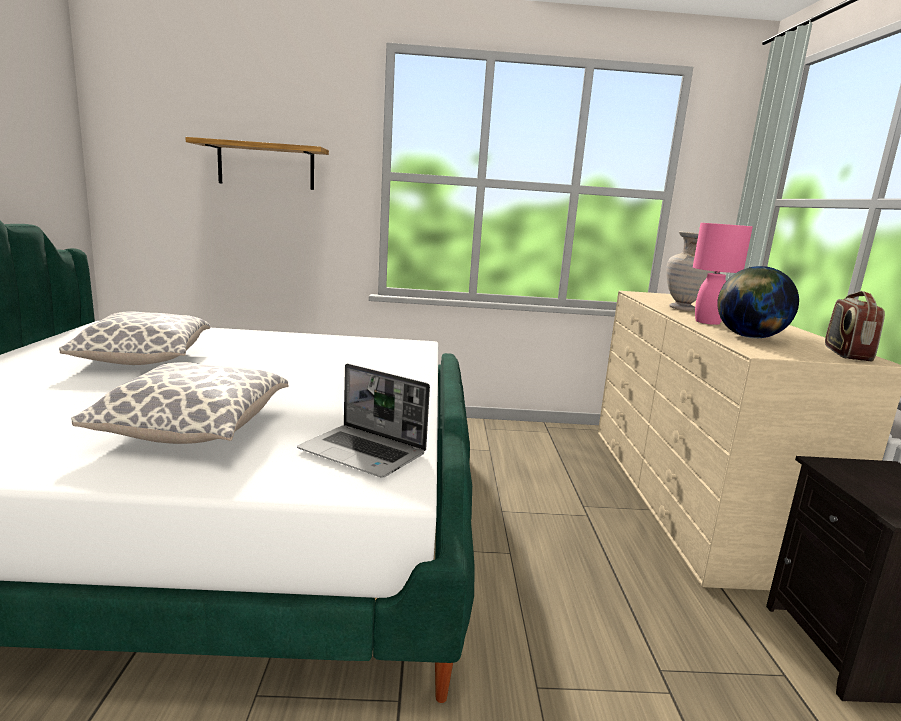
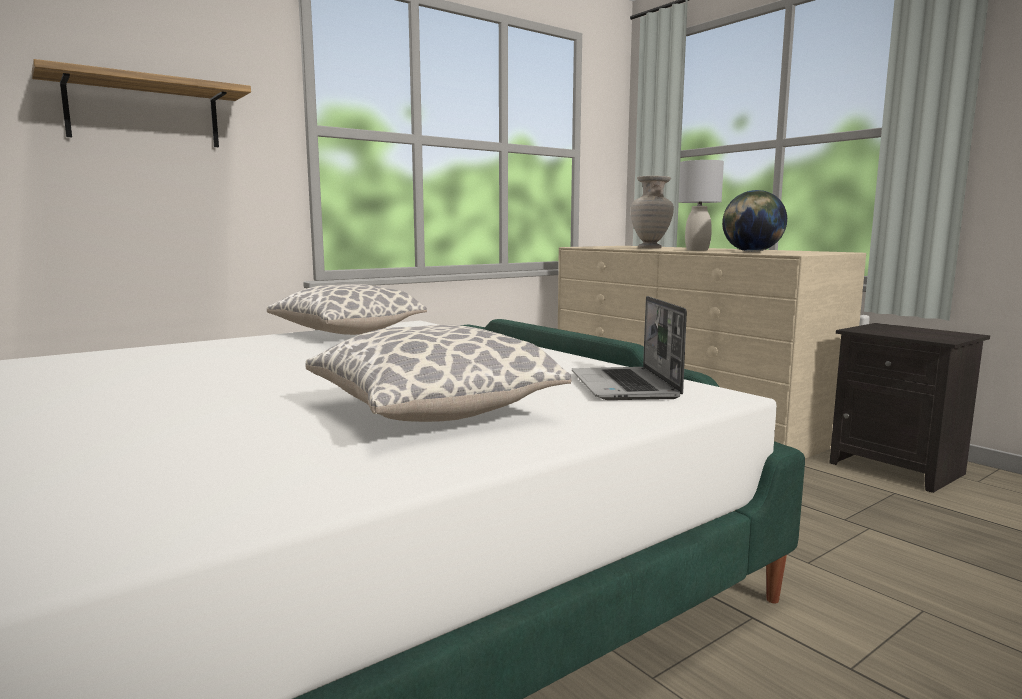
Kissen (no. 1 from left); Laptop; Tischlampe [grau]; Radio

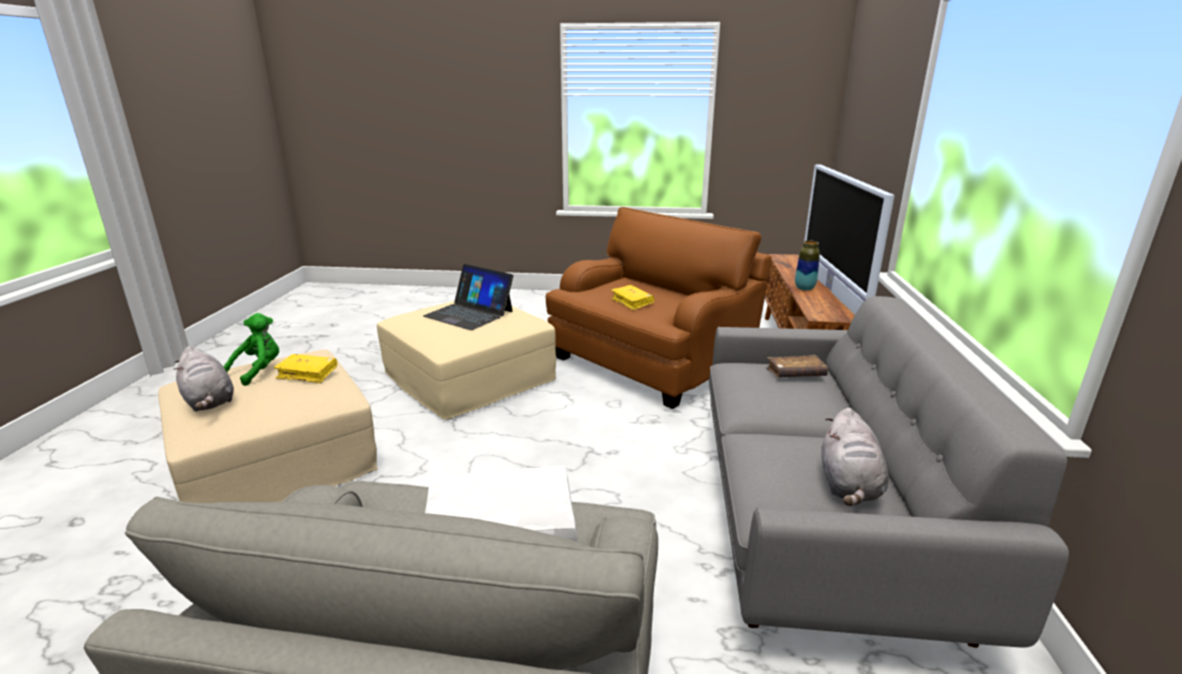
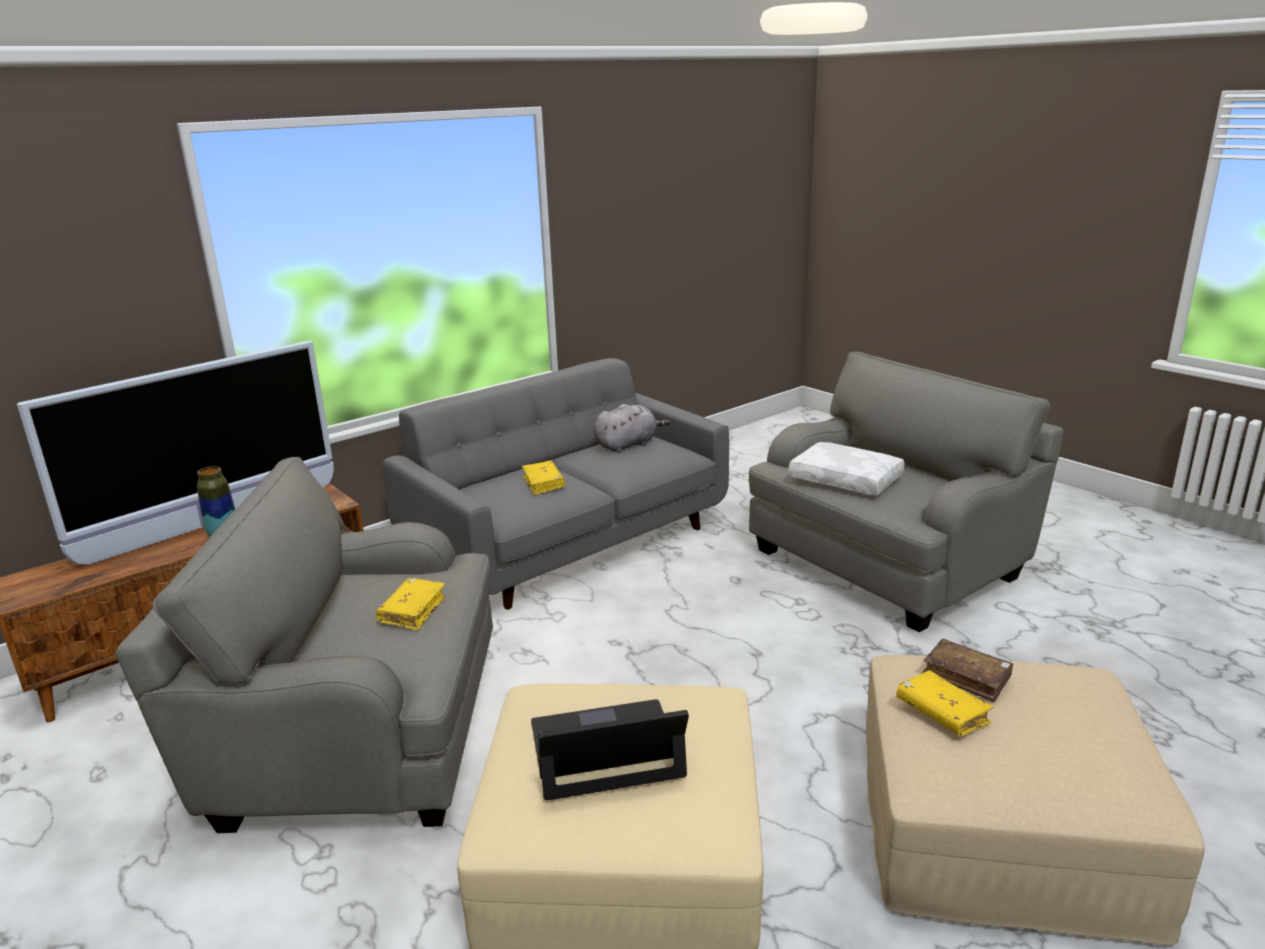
Sessel [grau] (no. 1 from left); Buch [gelb] (no. 2 from left); Laptop; Buch [braun]; Plüschtier [grau] (no. 1 from left in the first image); Plüschtier [grün]

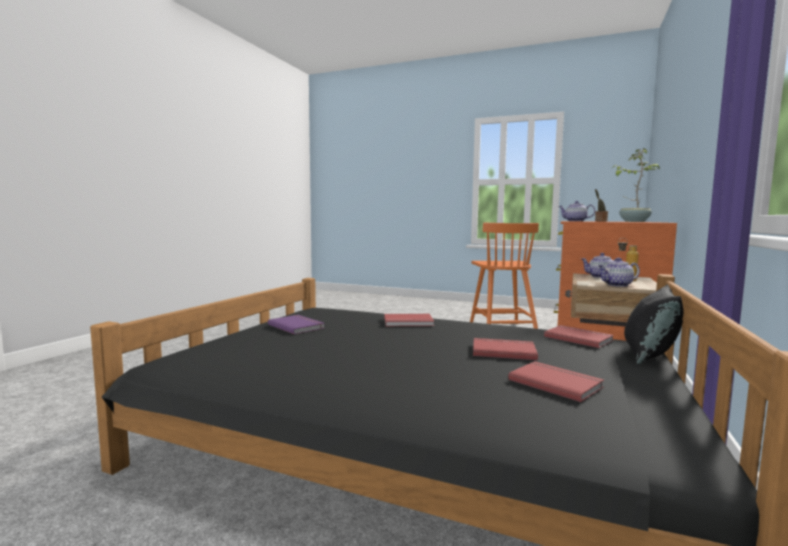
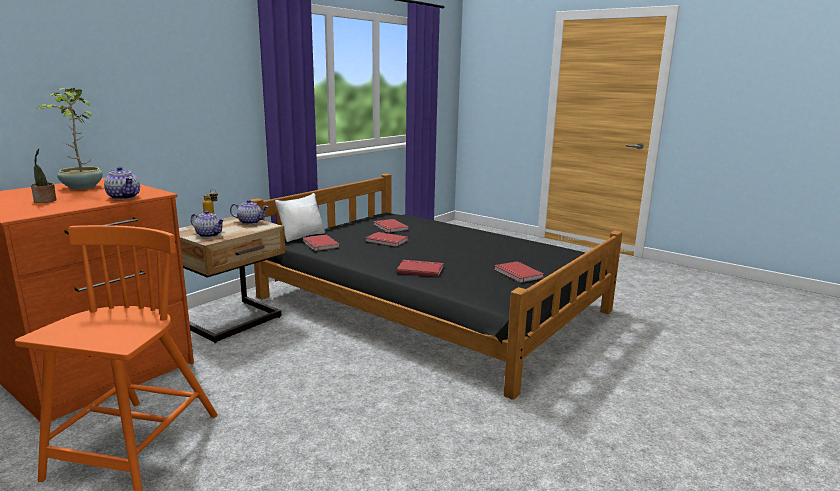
Kissen [weiß]; Buch [rot] (no. 5 from left)

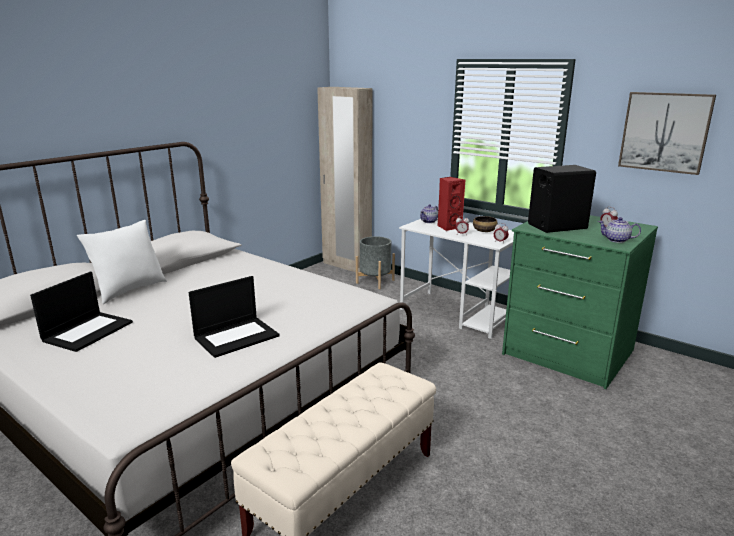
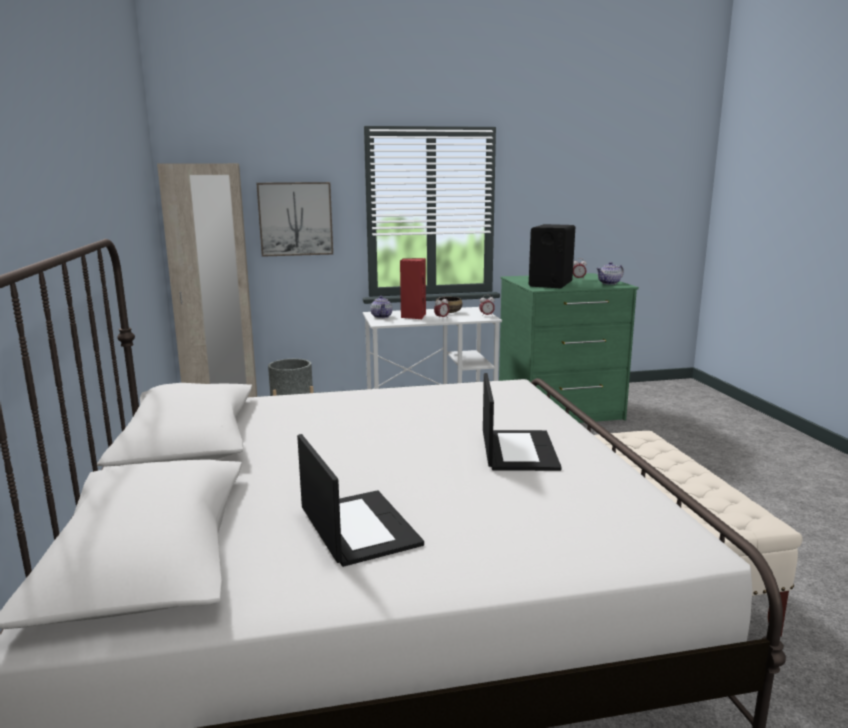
Bild; Kissen [weiß]

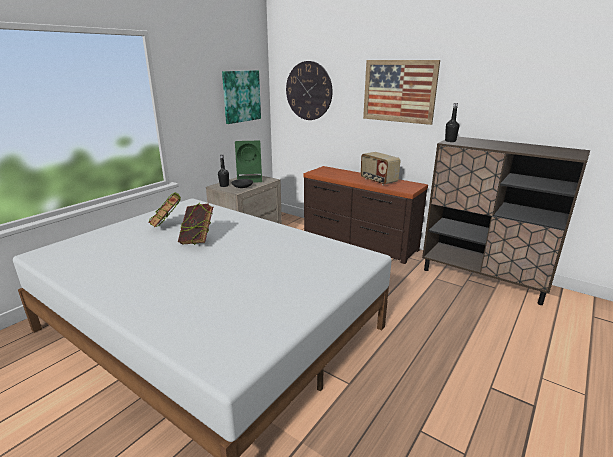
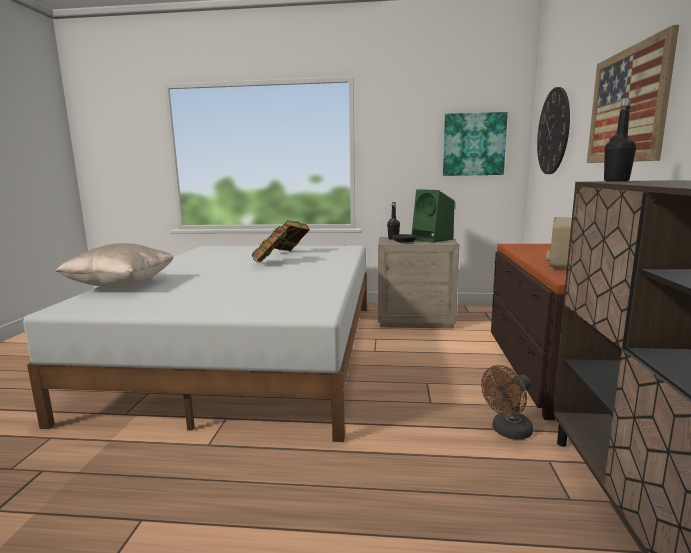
Kissen [beige]; Ventilator [braun]

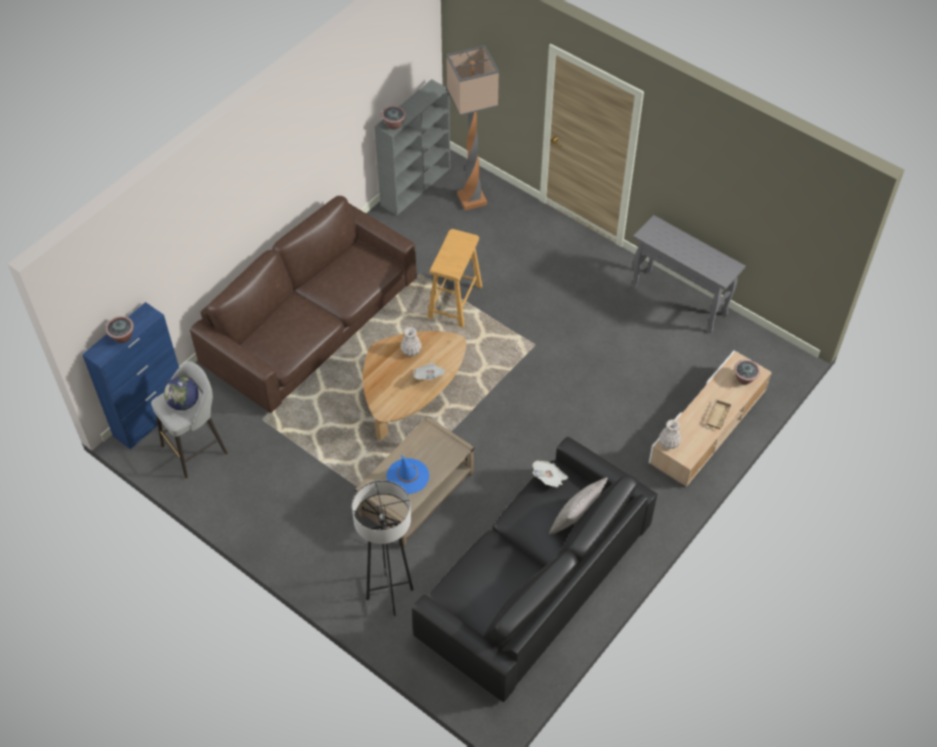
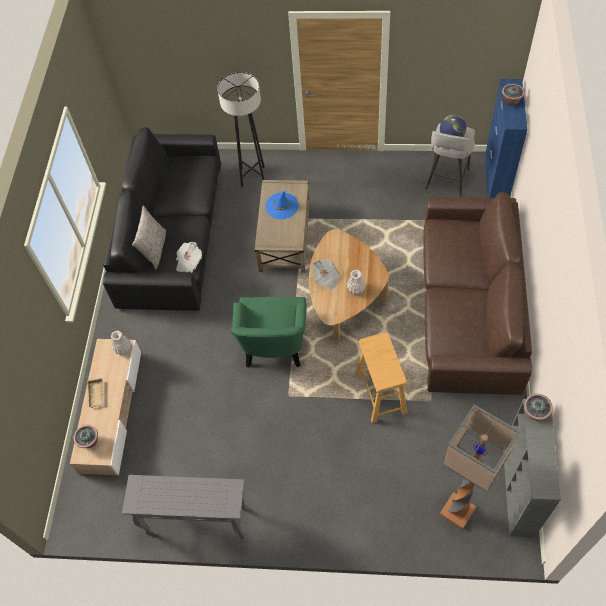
Sessel [grün]

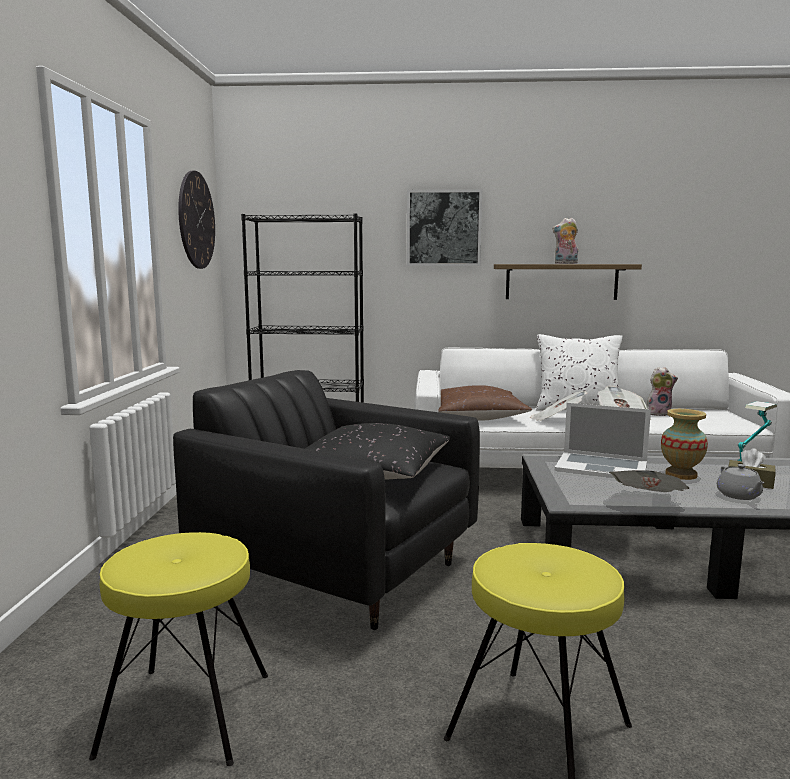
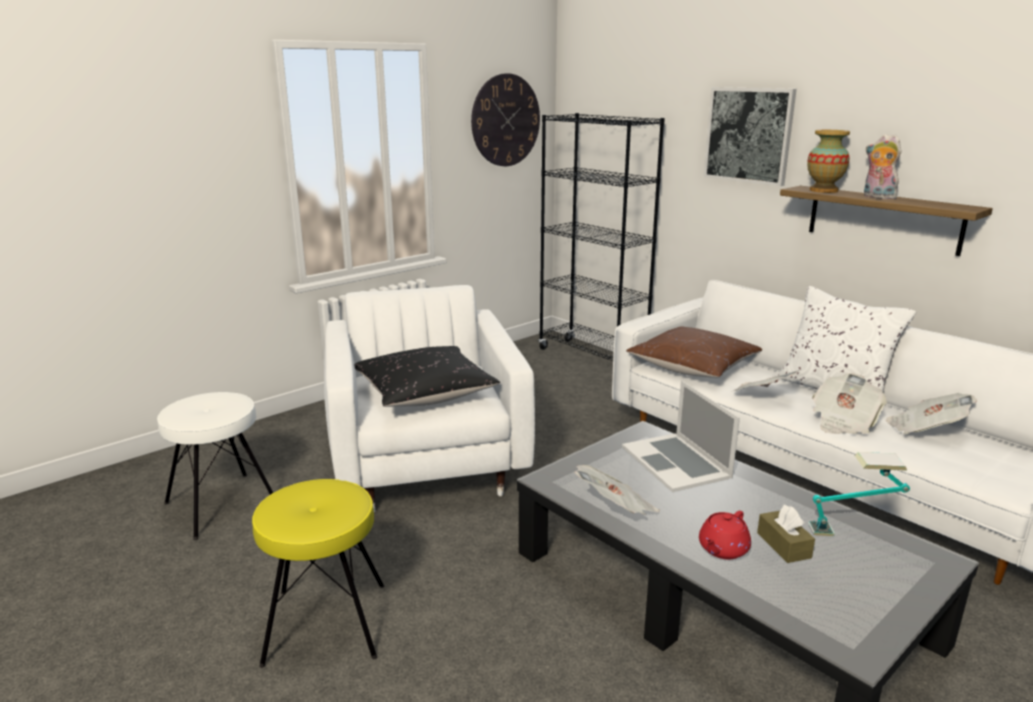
Hocker [weiß]; Sessel [weiß]; Teekanne [rot]; Vase; Zeitung (no. 4 from left)

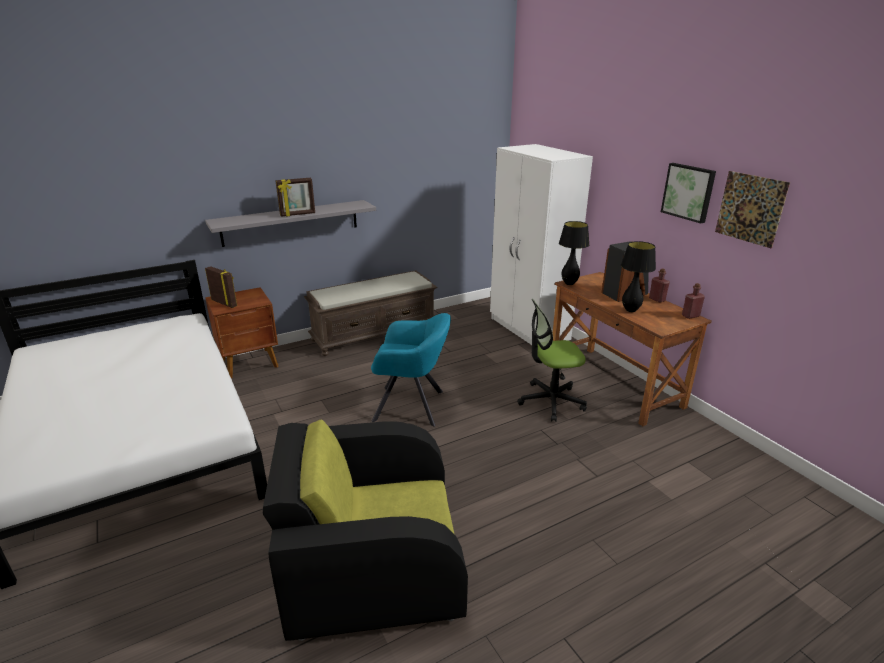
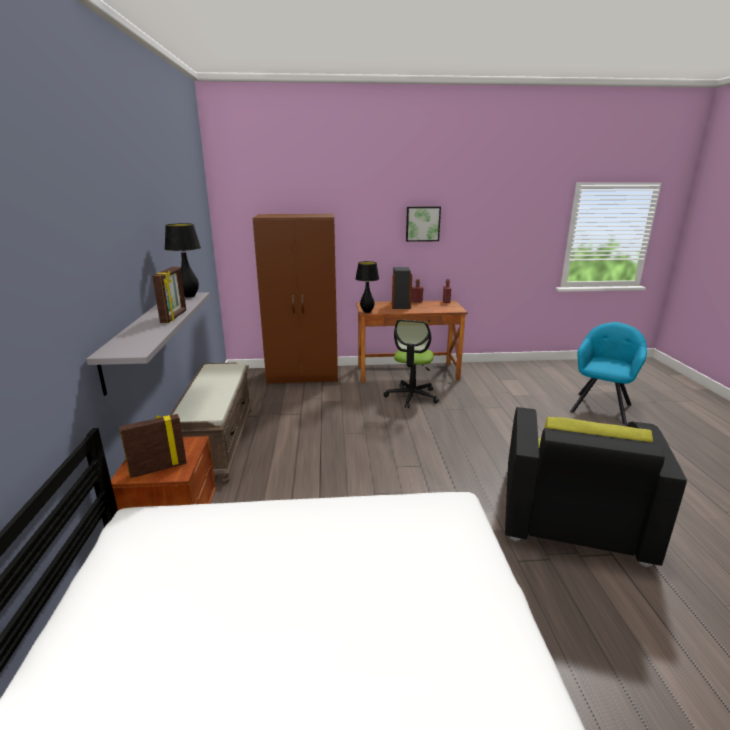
Tischlampe [schwarz] (no. 1 from left); Kleiderschrank [braun]; Sessel [türkis]; Bild (no. 2 from left in the first image)

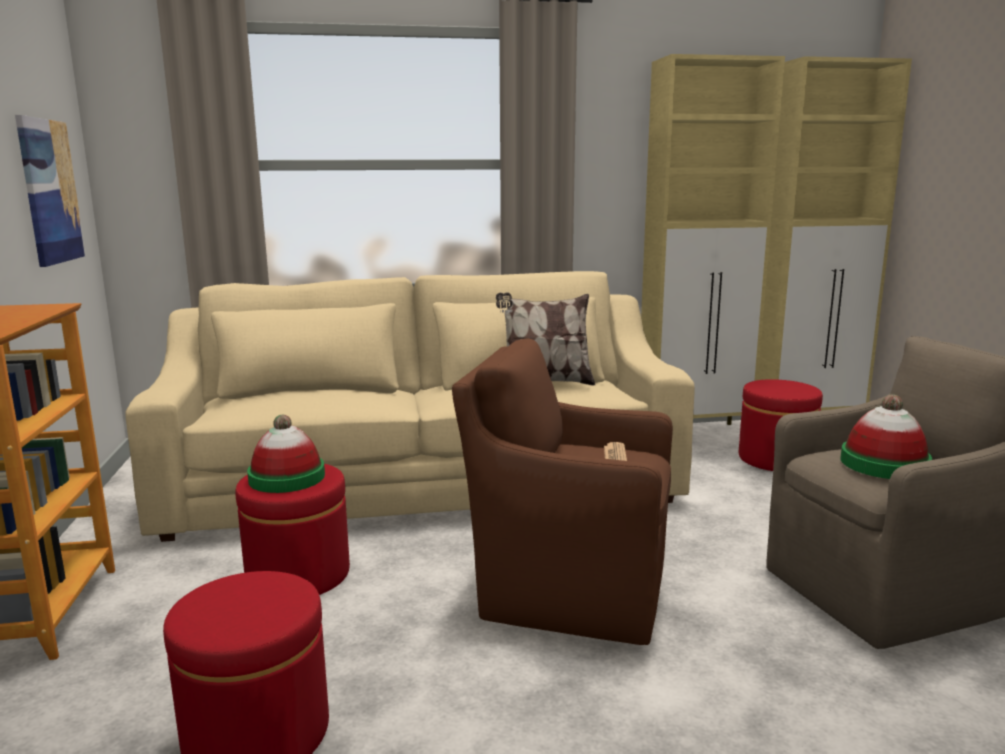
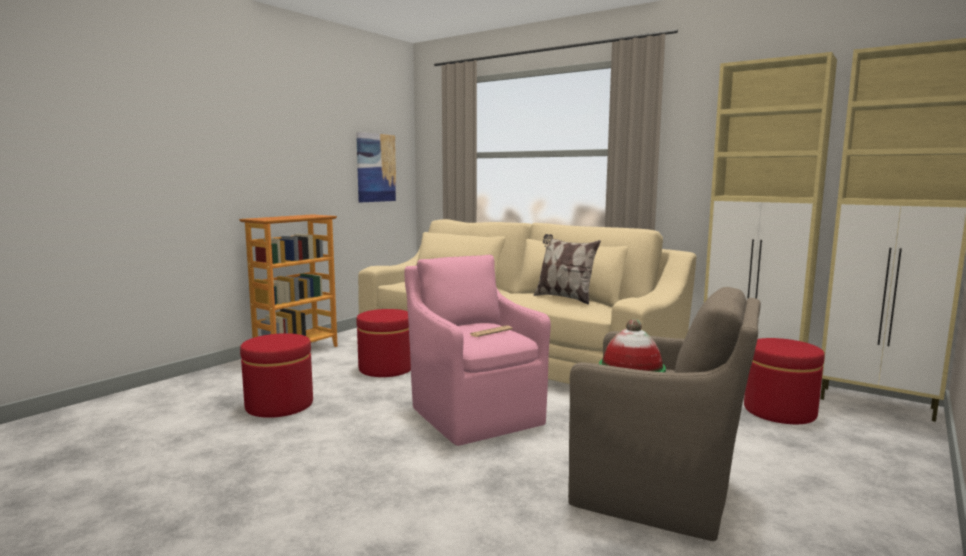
Sessel [rosa]; Hut (no. 1 from left in the first image)

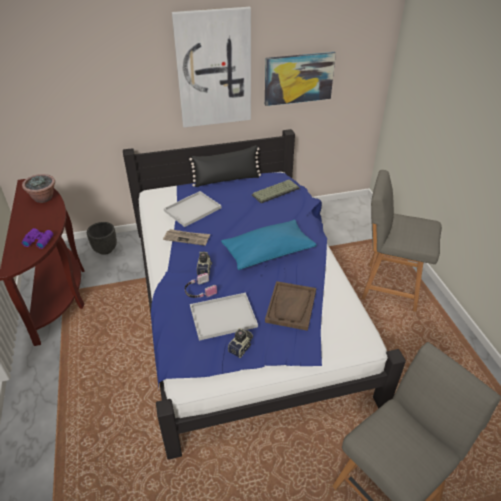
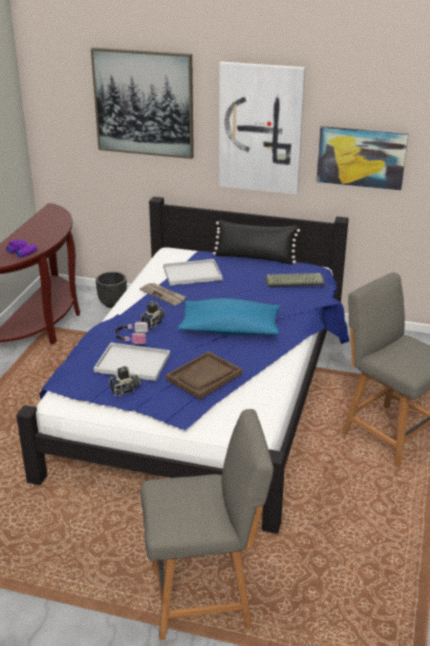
Bild (no. 1 from left); Topfpflanze

